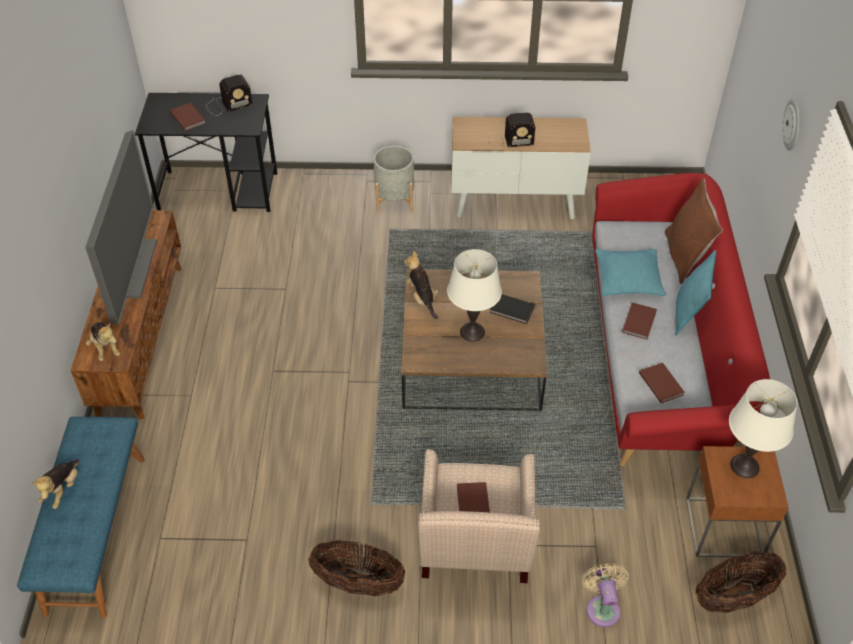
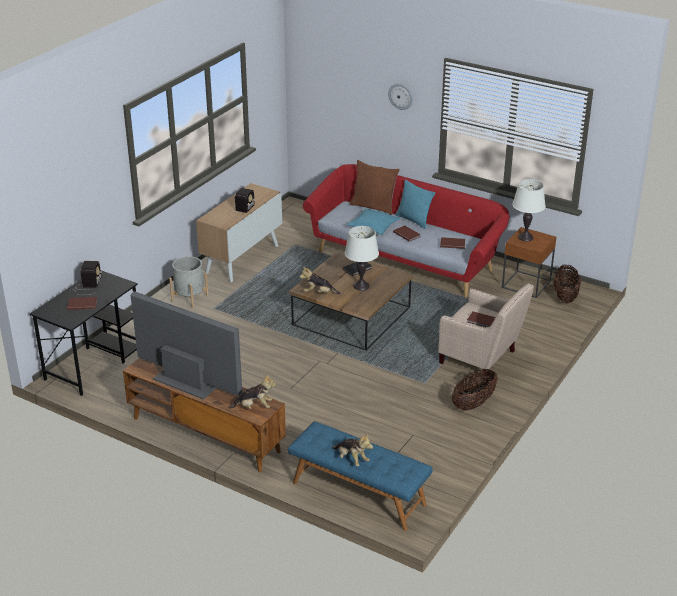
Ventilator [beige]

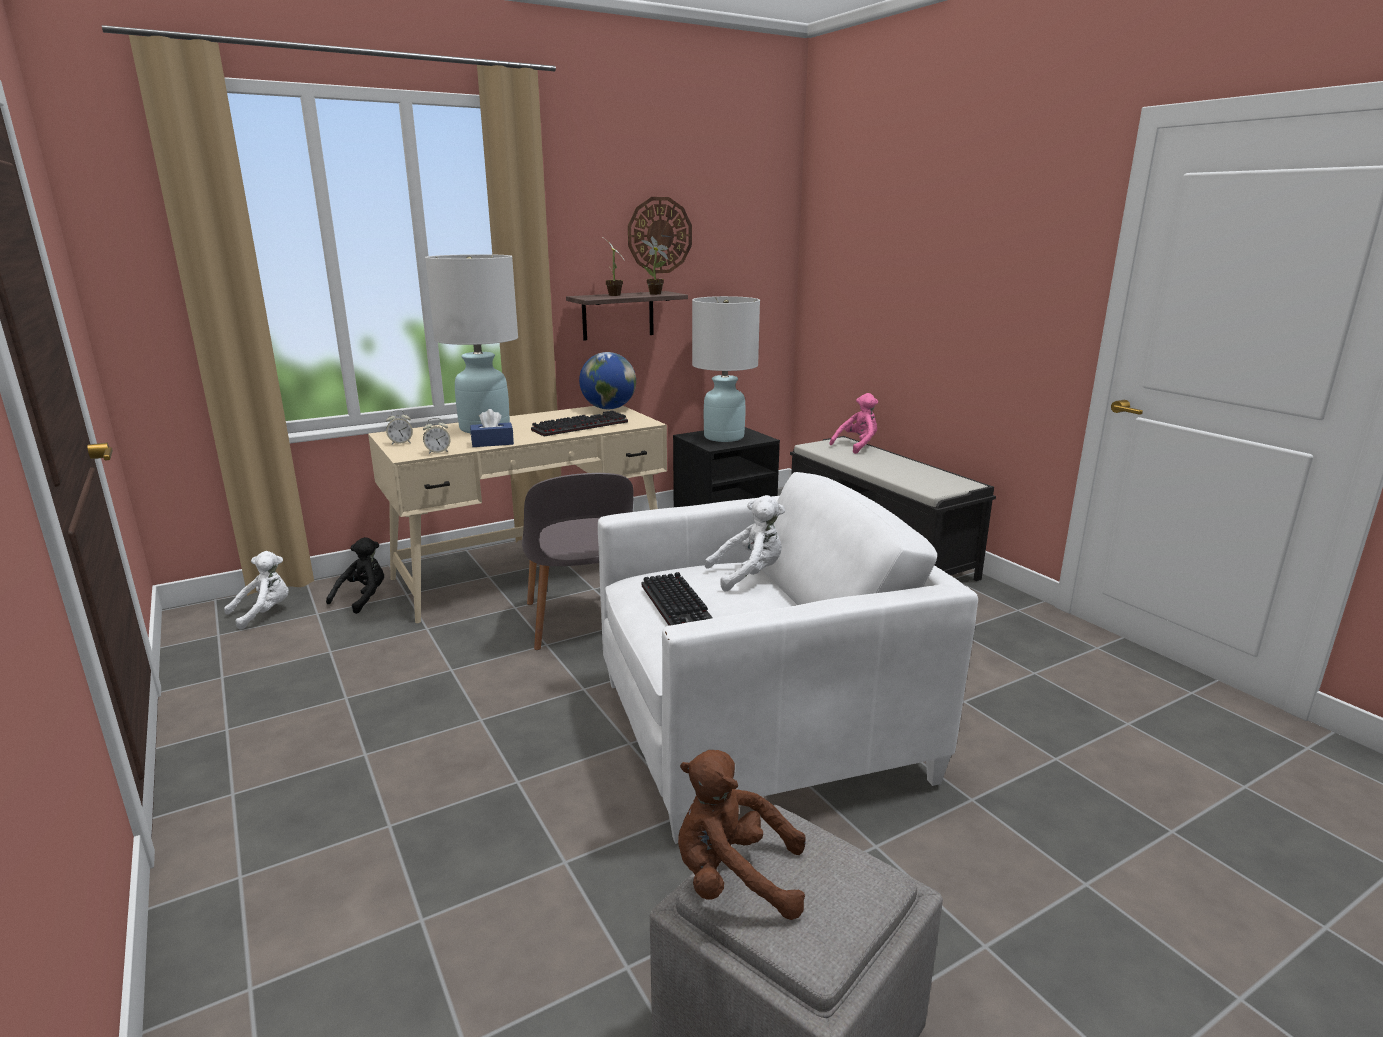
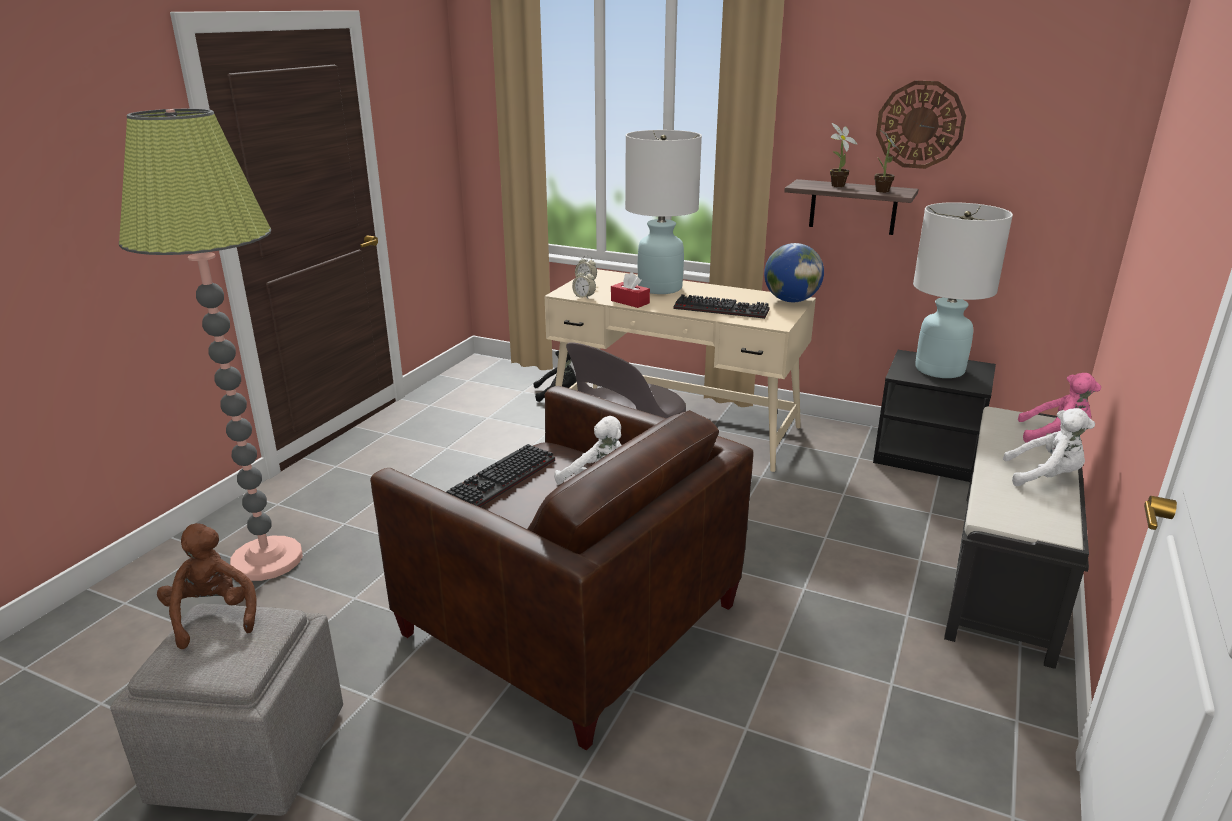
Stehlampe; Sessel [braun]; Taschentuchbox [rot]; Plüschtier [weiß] (no. 2 from left)

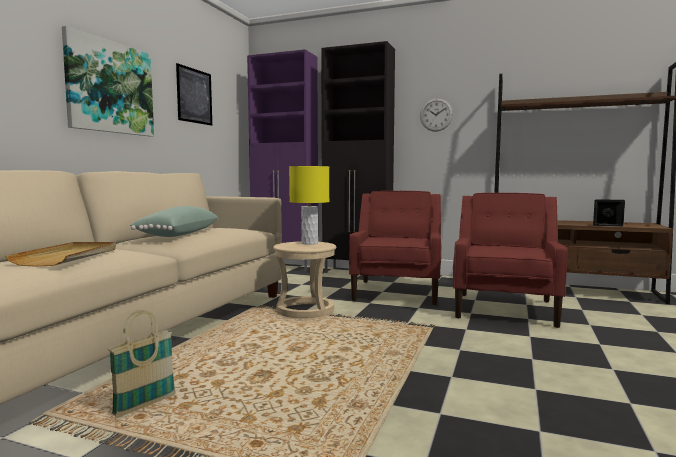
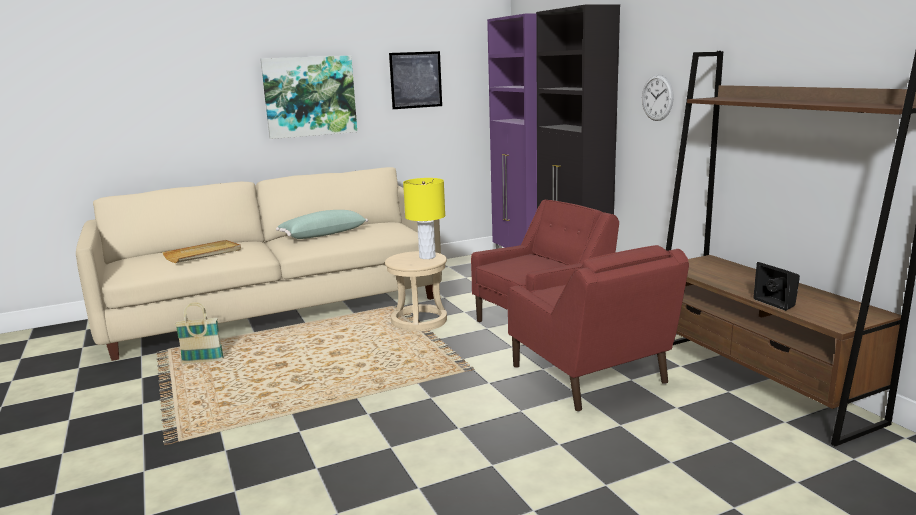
Sessel [rot] (no. 2 from left)

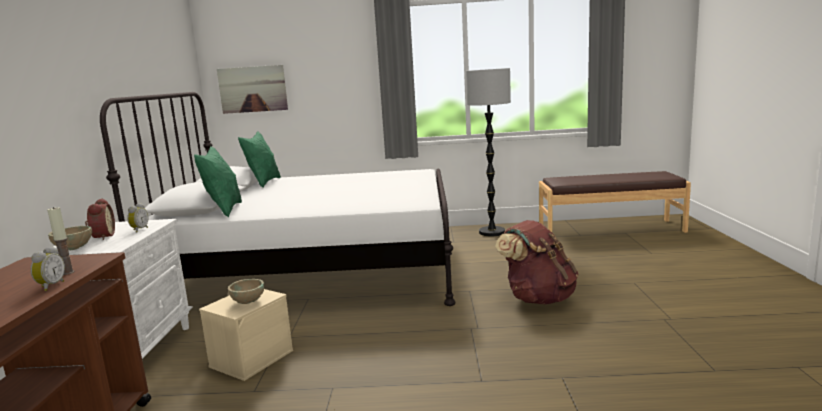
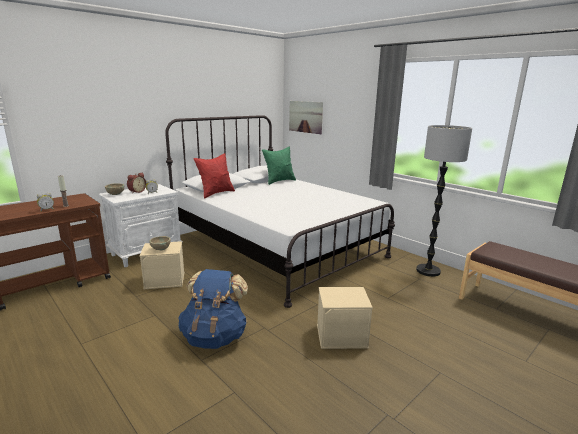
Rucksack [blau]; Kissen [rot]; Aufbewahrungsbox [beige] (no. 2 from left)

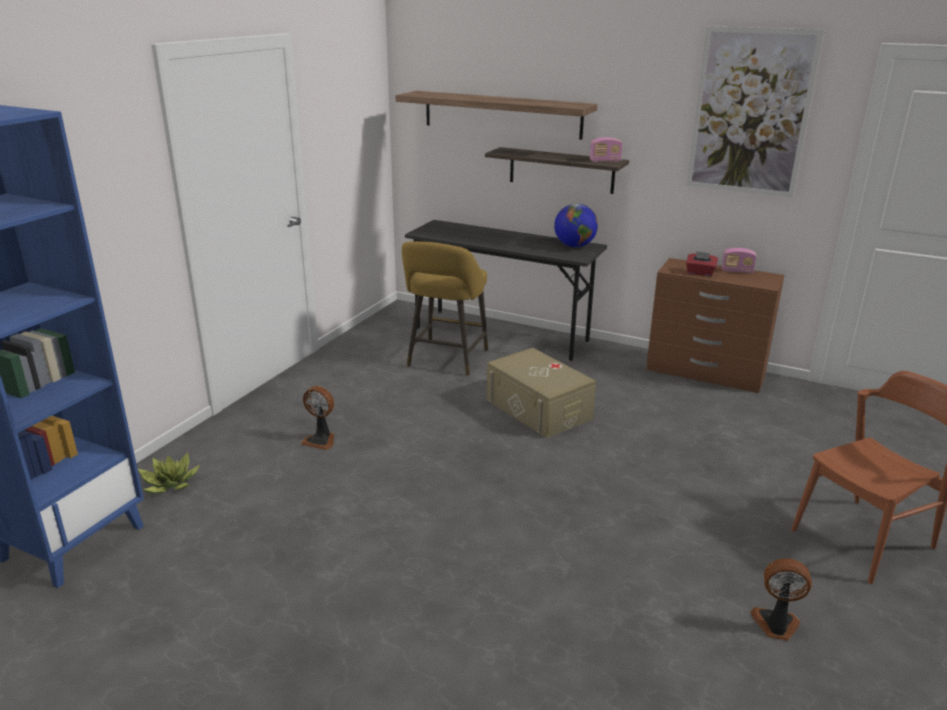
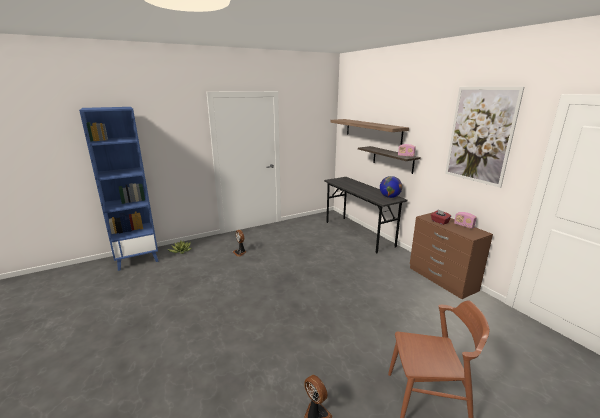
Hocker [gelb]; Aufbewahrungsbox [beige]

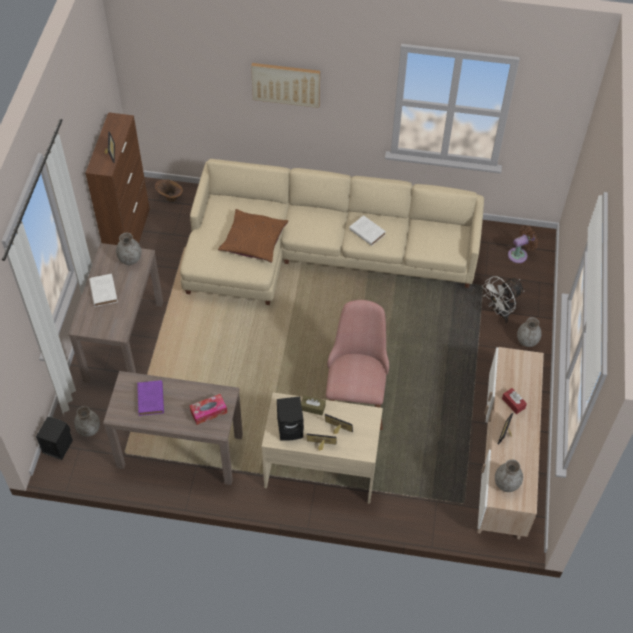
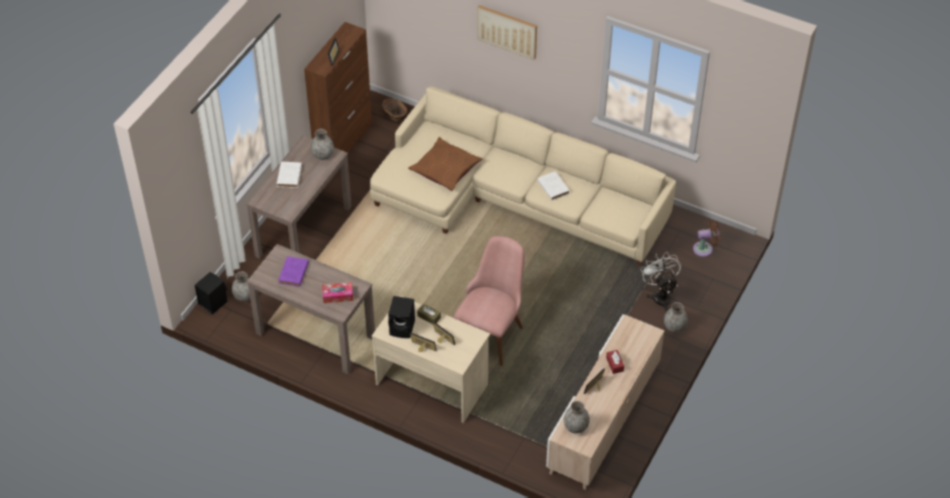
Ventilator [weiß]

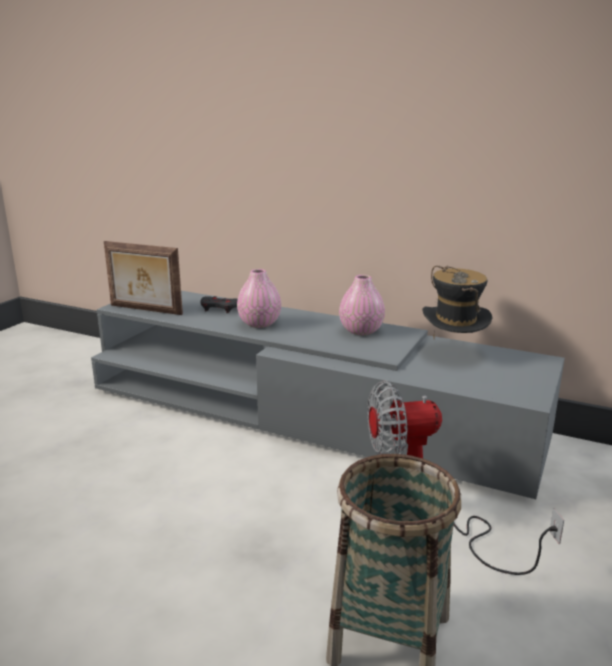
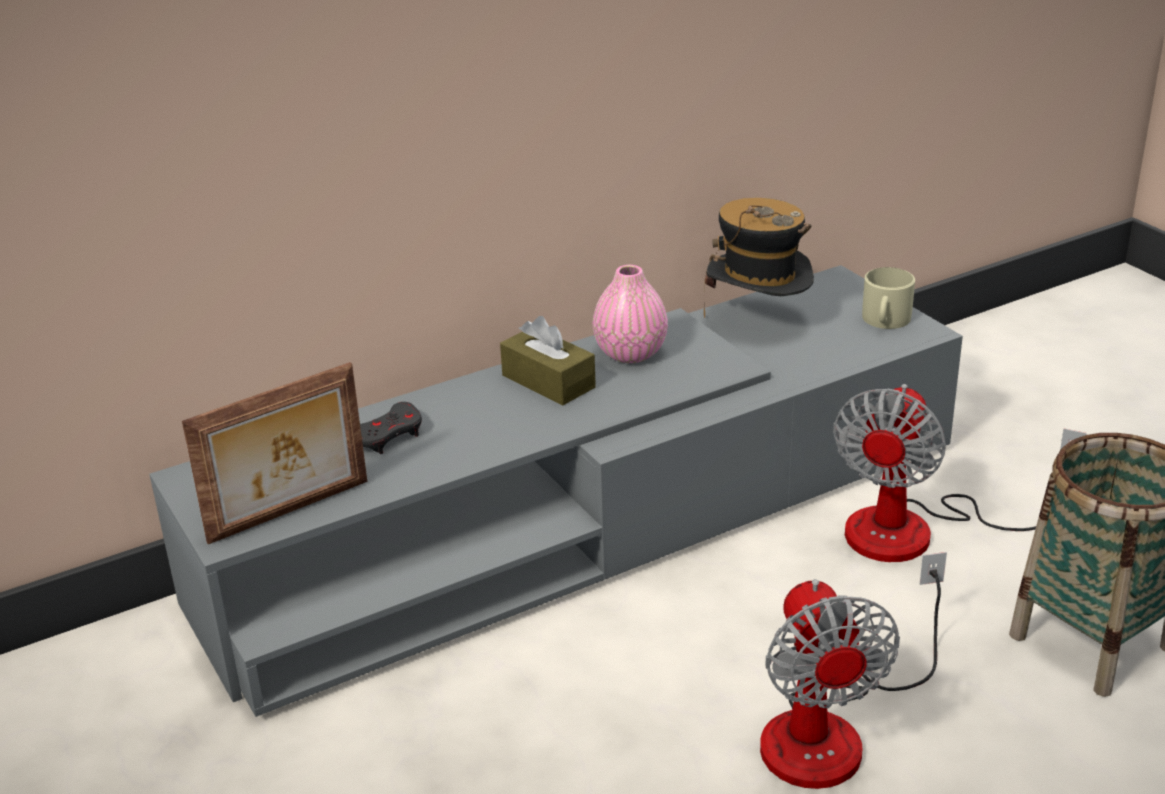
Taschentuchbox [braun]; Ventilator (no. 1 from left); Henkelbecher [beige]; Vase [rosa] (no. 1 from left in the first image)

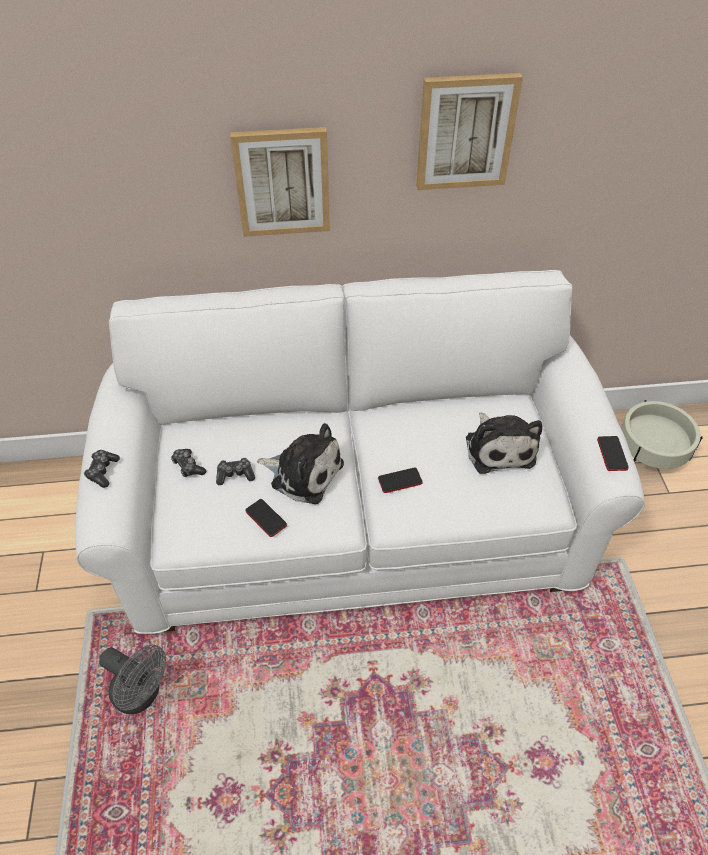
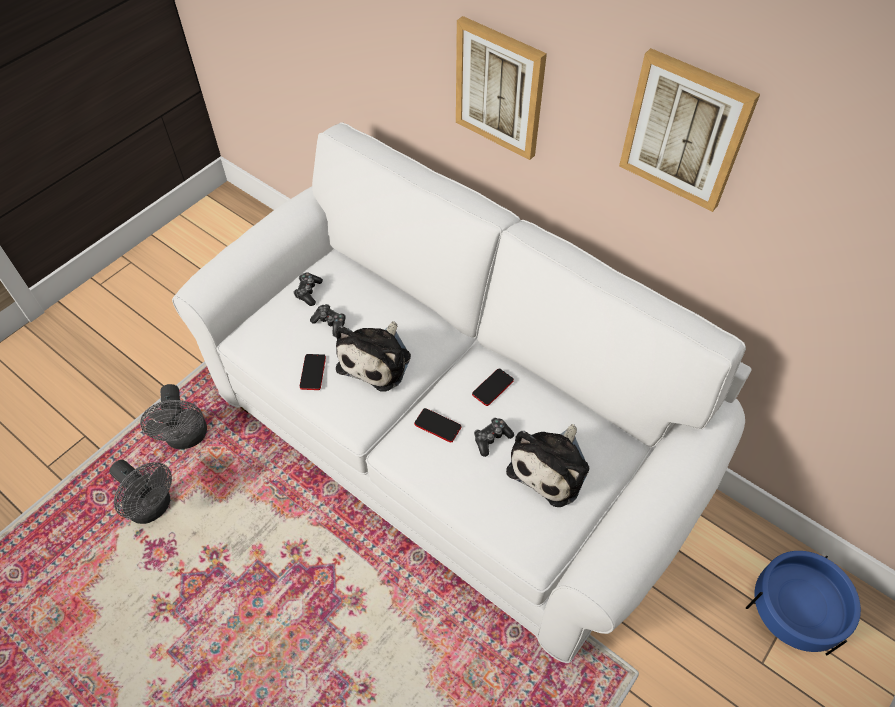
Ventilator [grau] (no. 1 from left); Plüschtier (no. 1 from left); Handy (no. 3 from left); Gamepad (no. 3 from left); Pflanzkübel [blau]

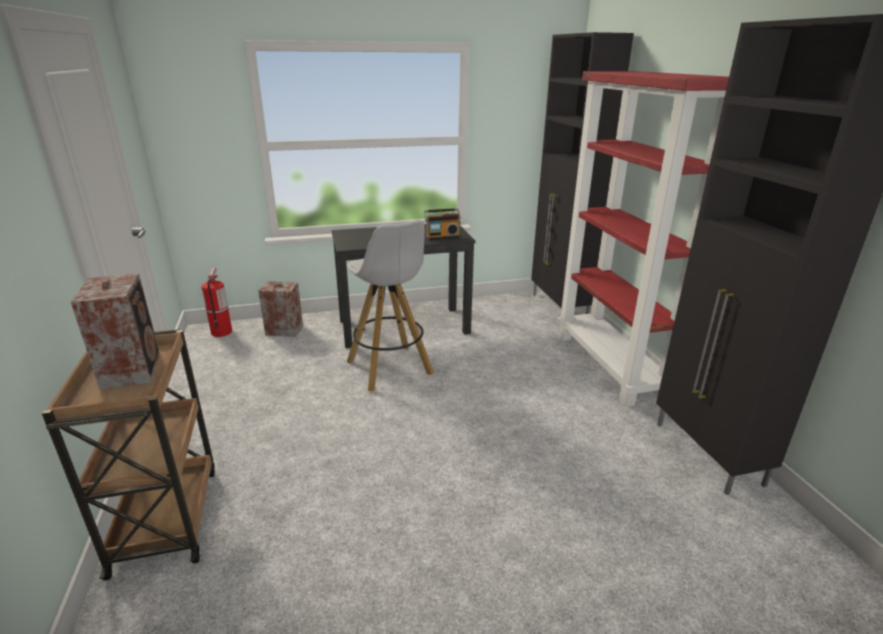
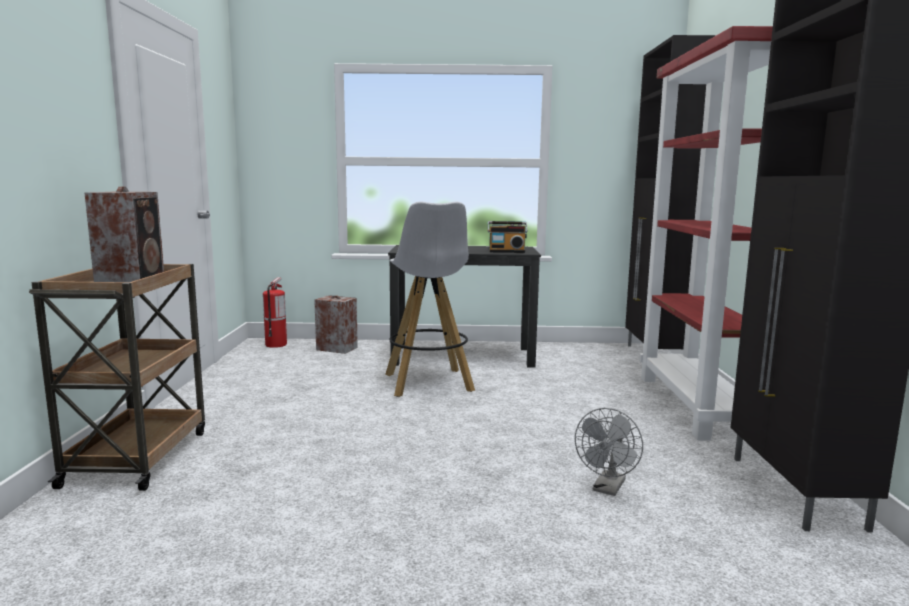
Ventilator [grau]

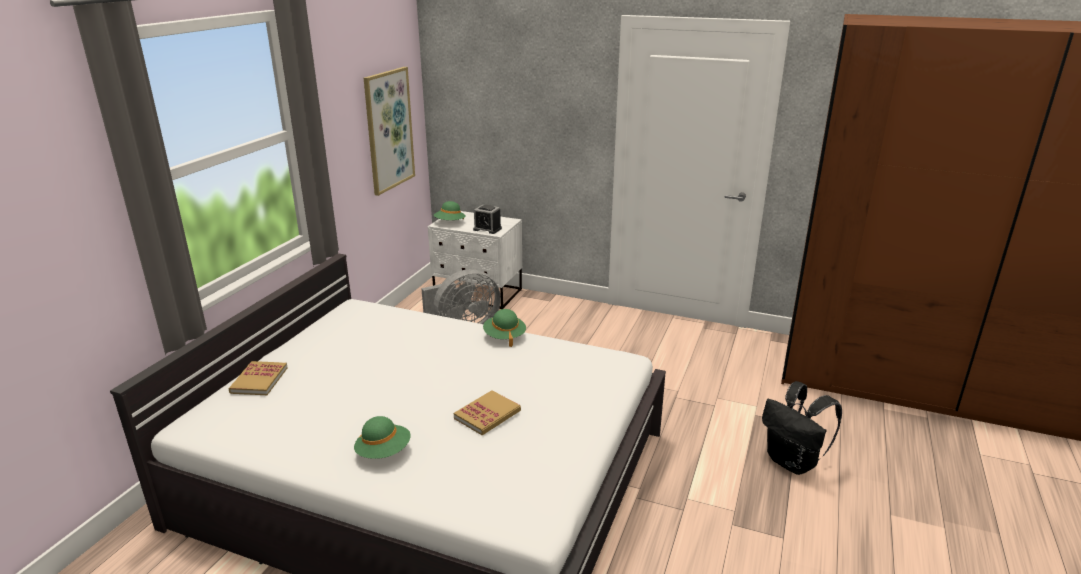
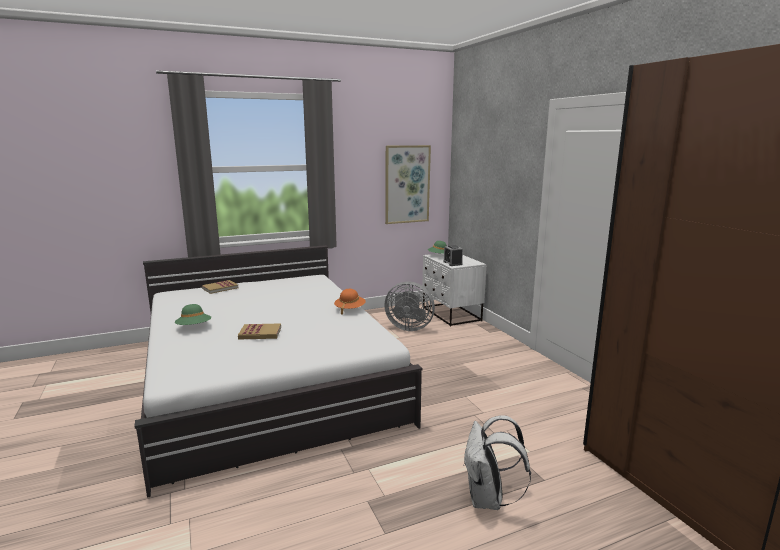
Hut [orange]; Rucksack [weiß]

